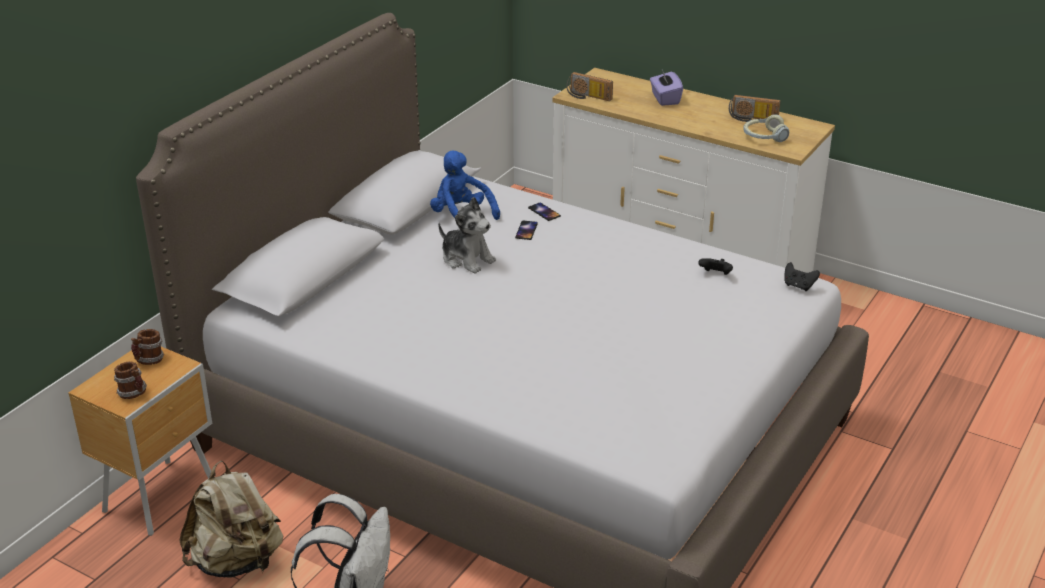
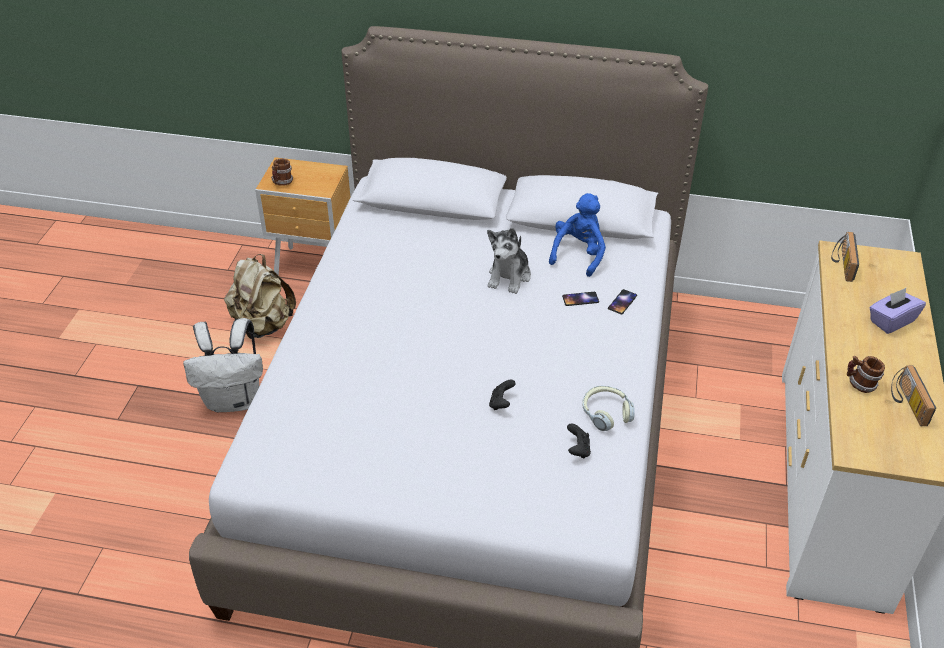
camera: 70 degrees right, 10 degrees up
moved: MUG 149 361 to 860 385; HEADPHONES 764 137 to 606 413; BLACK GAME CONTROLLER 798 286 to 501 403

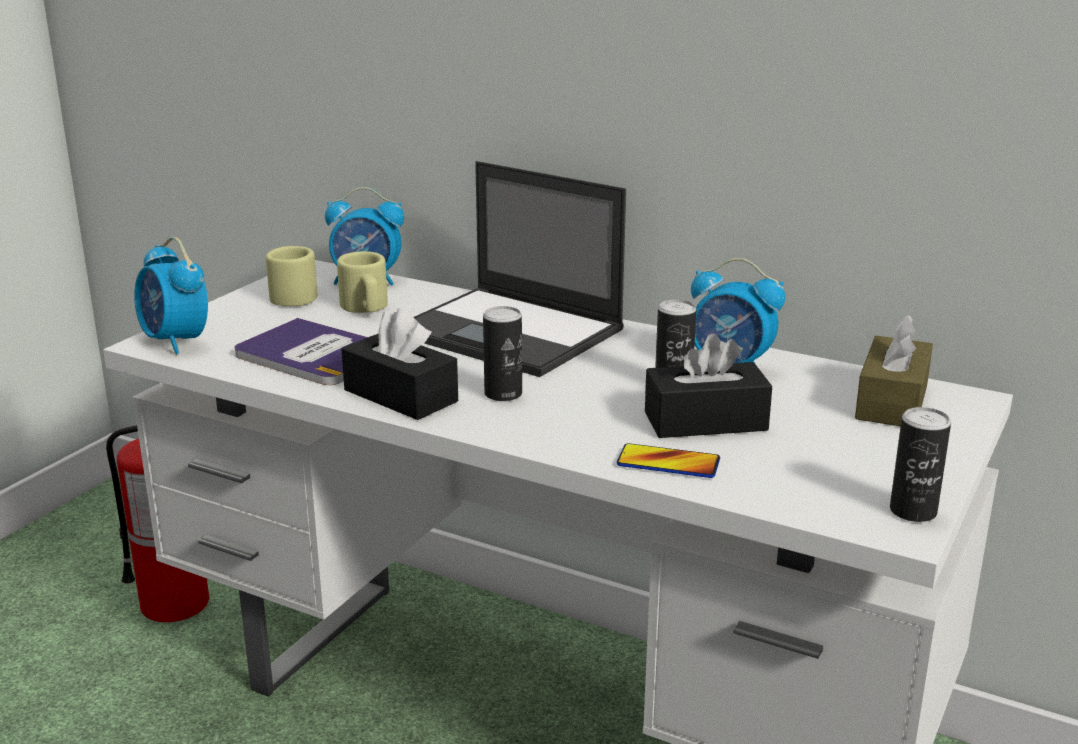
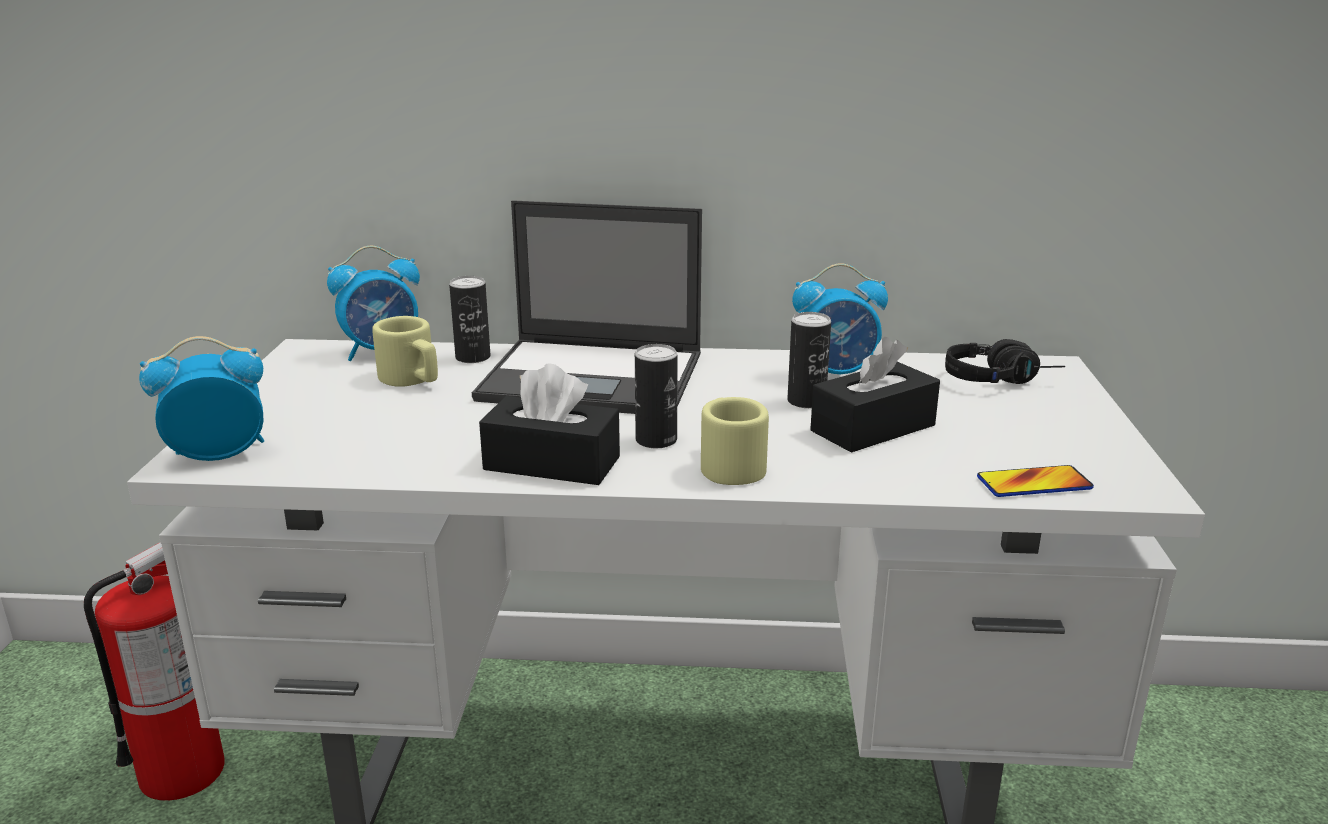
camera: 25 degrees left, 0 degrees up
removed: BOOK 314 354
moved: BEIGE MUG 298 295 to 729 465; PHONE 668 463 to 1034 483; CAN 913 511 to 473 357
replaced: BROWN TISSUE BOX 891 402 to BLACK HEADPHONES 1000 380
turned: ALARM CLOCK 175 341 = 218 455 135 degrees clockwise

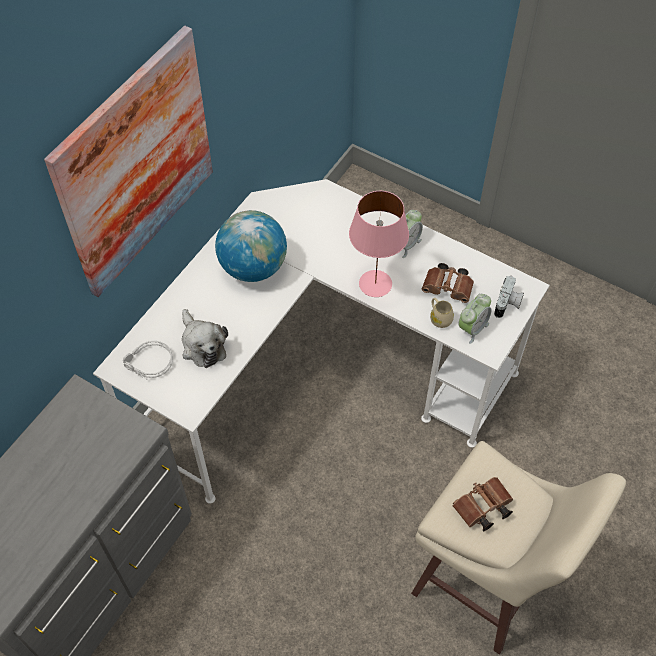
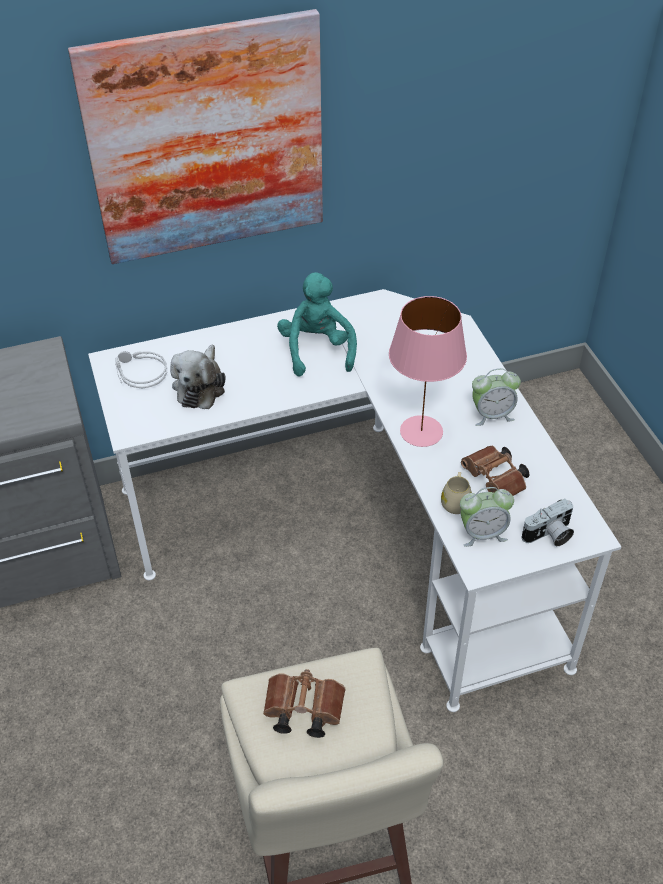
camera: 40 degrees right, 10 degrees down
replaced: GLOBE 253 267 to TURQUOISE PLUSH TOY 317 350

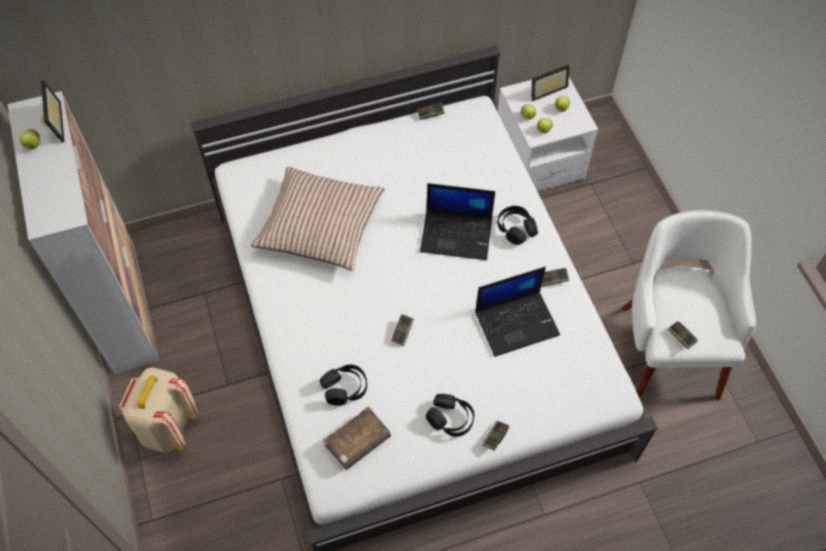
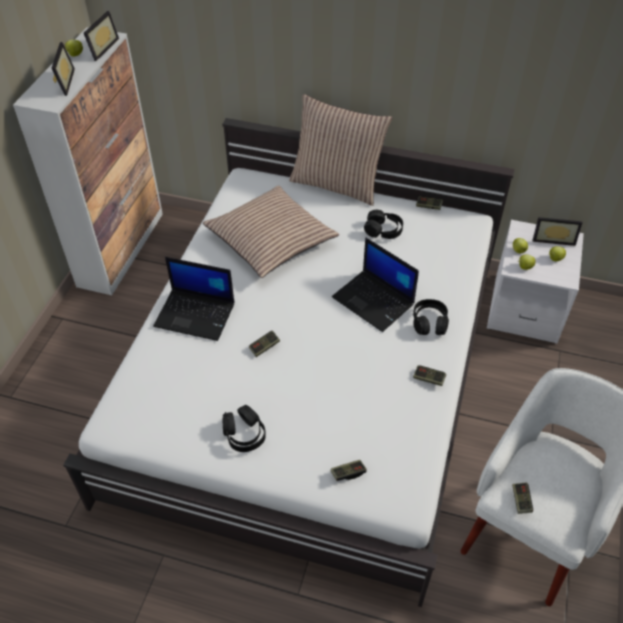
camera: 35 degrees right, 10 degrees down
removed: BEIGE BACKPACK 167 427; BROWN BOOK 358 441
added: PICTURE FRAME 62 82; PILLOW 337 184
moved: BLACK HEADPHONES 345 388 to 383 230; LAPTOP 517 322 to 196 314; GAME CONTROLLER 495 437 to 348 473

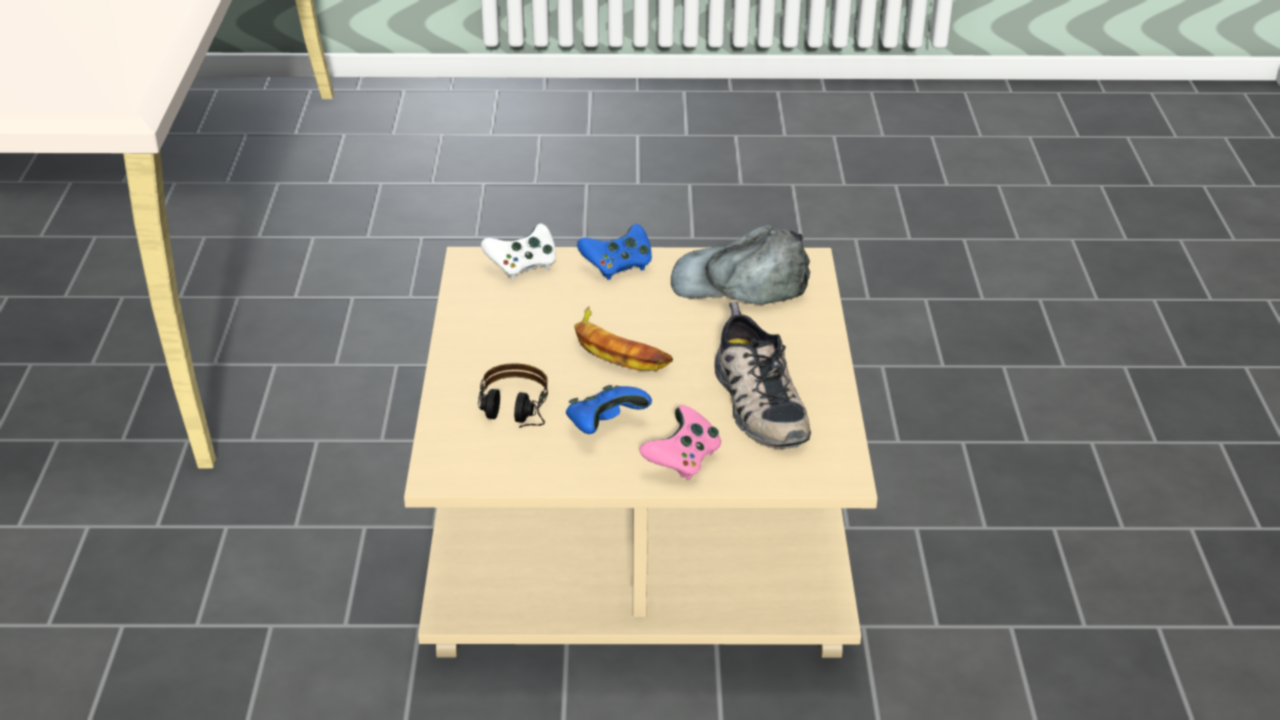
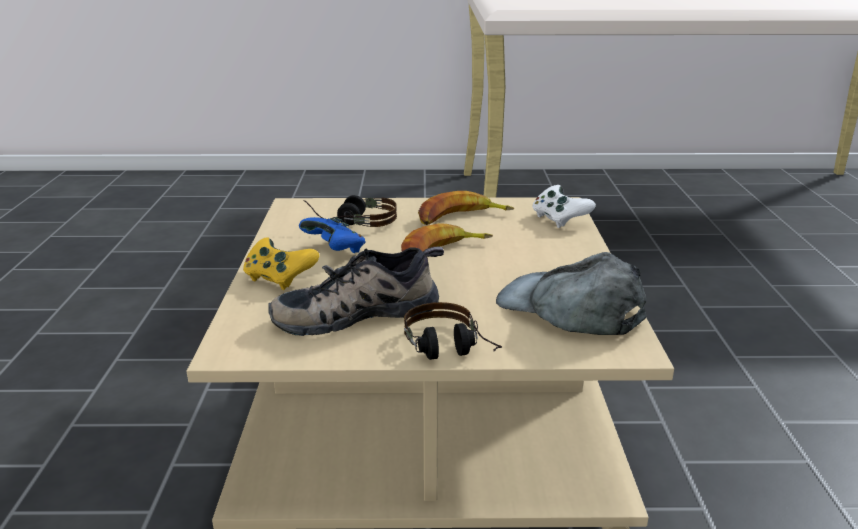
camera: 90 degrees right, 10 degrees down
removed: BLUE GAME CONTROLLER 617 267
added: HEADPHONES 451 352; BANANA 461 218
recoloured: PINK GAME CONTROLLER 682 460 to YELLOW GAME CONTROLLER 279 278
turned: GREY CAP 741 282 = 569 309 60 degrees counterclockwise

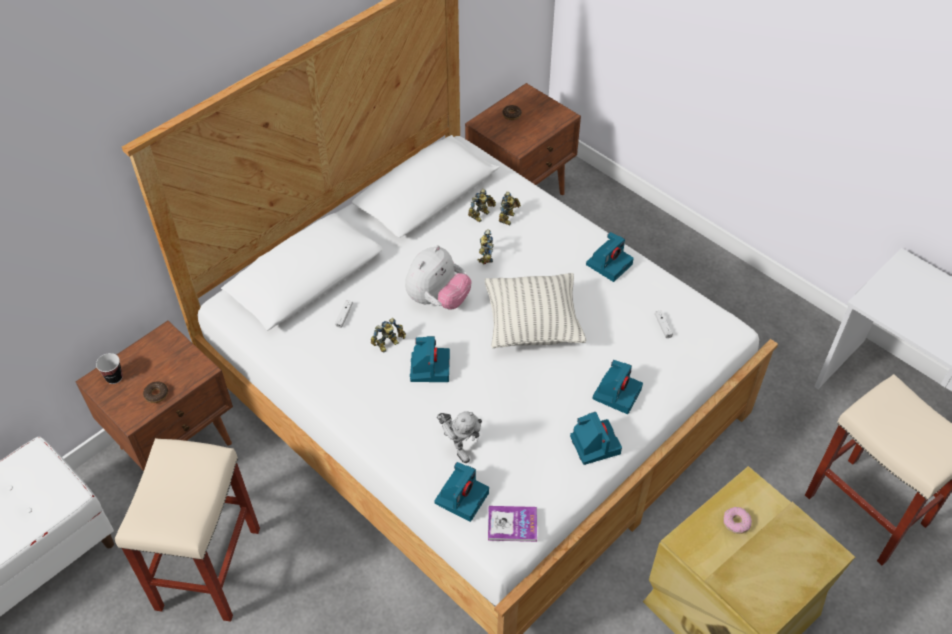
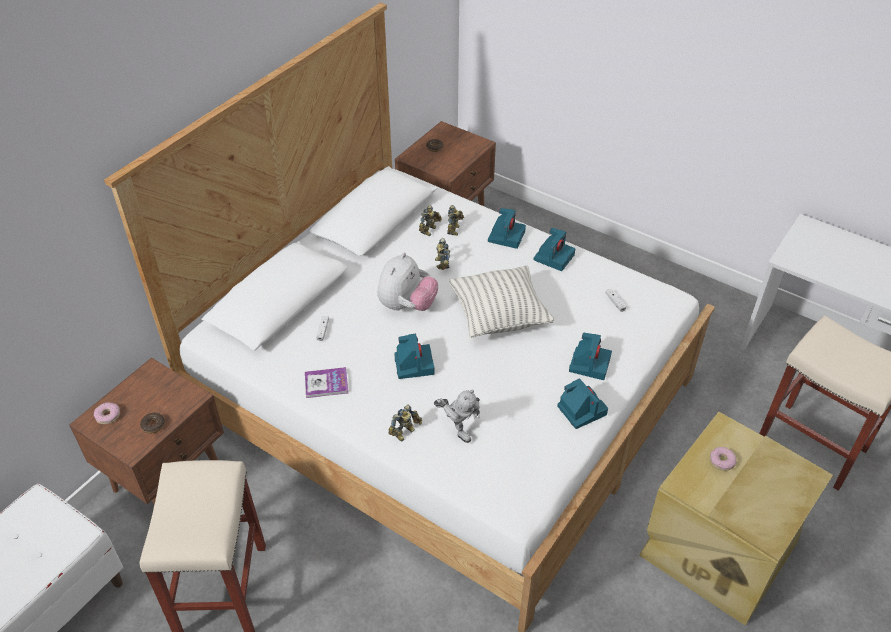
camera: 10 degrees left, 5 degrees down
moved: TOY ROBOT 389 345 to 405 433; PHOTO CAMERA 462 497 to 506 236; BOOK 512 524 to 326 383
replaced: CUP 114 377 to DONUT 108 415

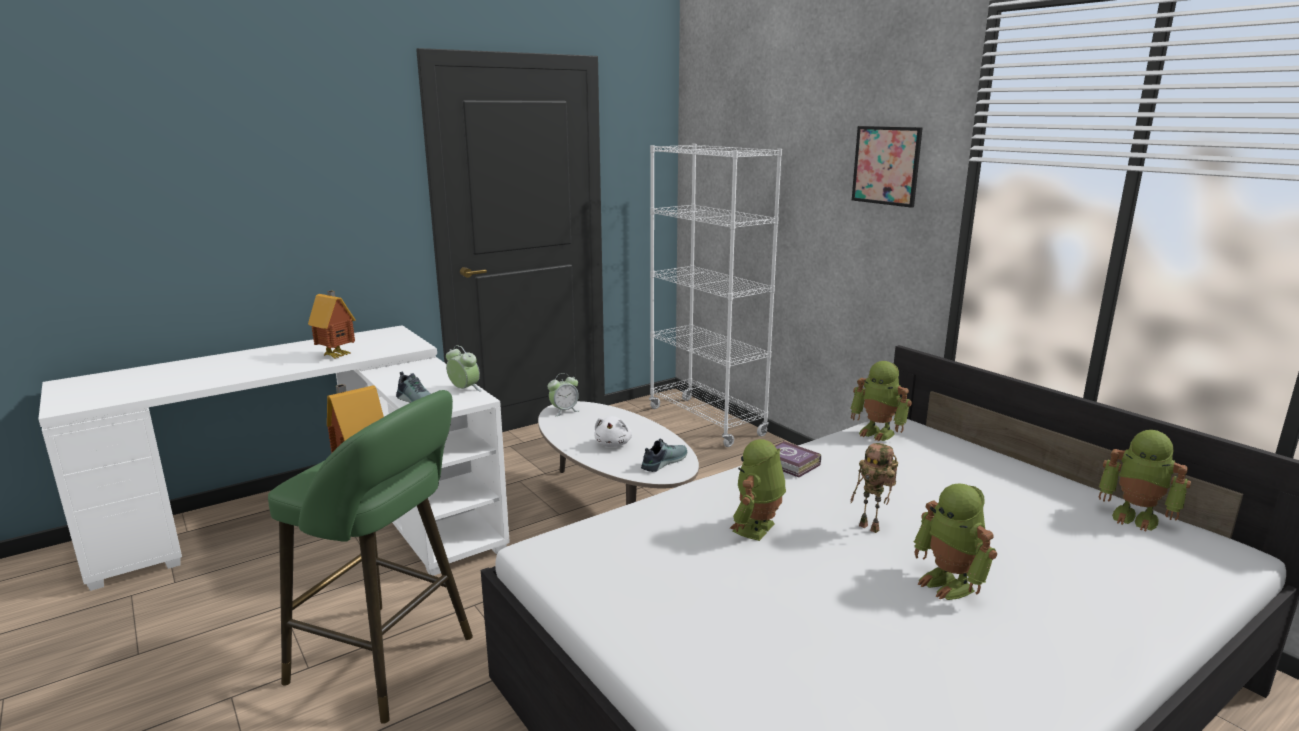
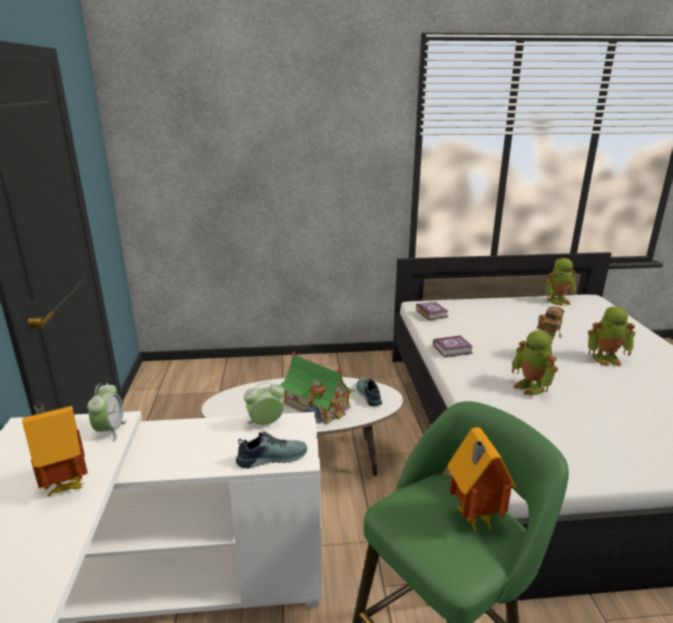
camera: 60 degrees left, 5 degrees up
removed: WHITE BOOKCASE 706 422; PICTURE 886 165
moved: ALARM CLOCK 564 411 to 110 431
replaced: WHITE PLUSH TOY 613 444 to TOY HOUSE 317 405; TOY ROBOT 878 432 to BOOK 431 313

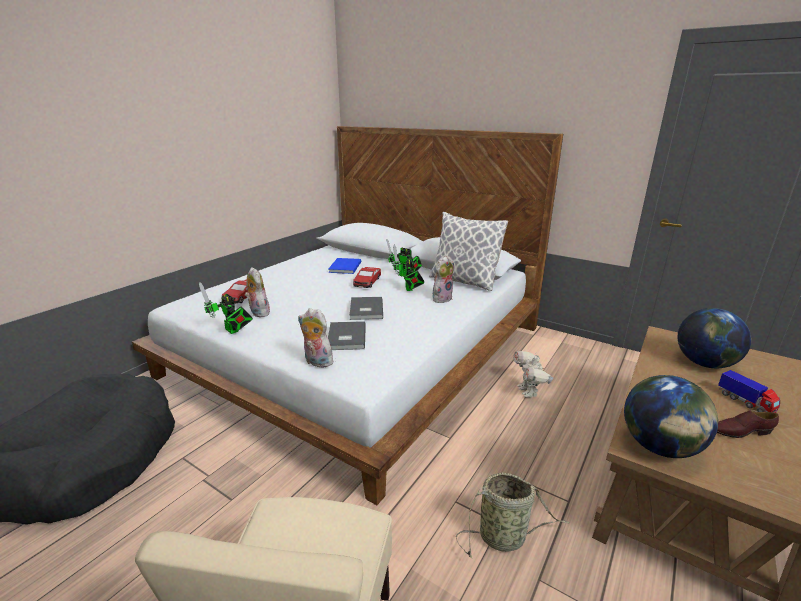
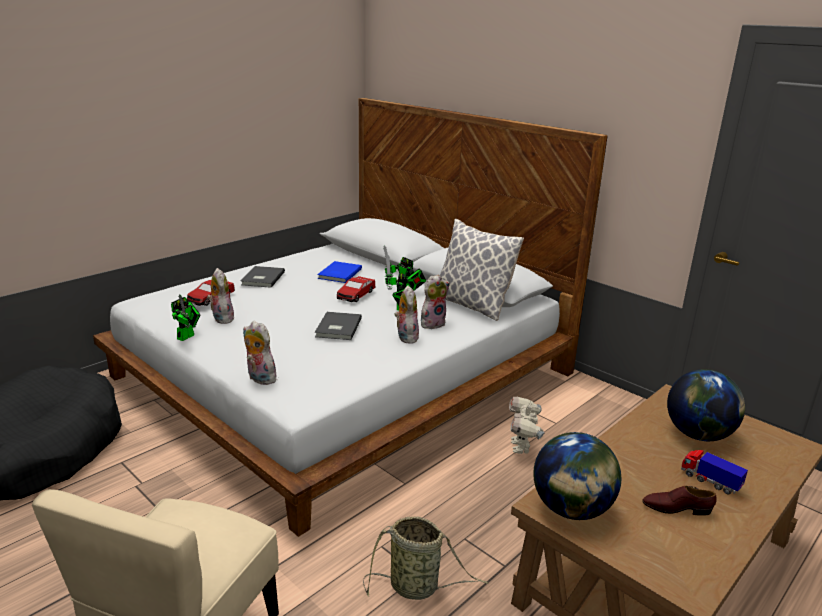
camera: 10 degrees right, 0 degrees up
added: PLUSH TOY 406 337
moved: GREY BOOK 345 337 to 261 278
turned: TOY ROBOT 232 331 = 187 336 120 degrees counterclockwise; TOY TRUCK 745 402 = 709 481 150 degrees clockwise

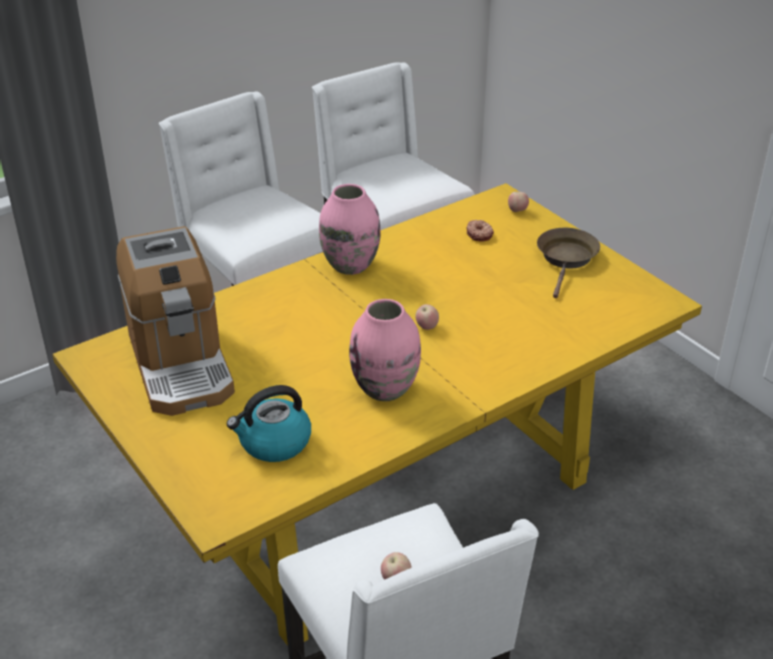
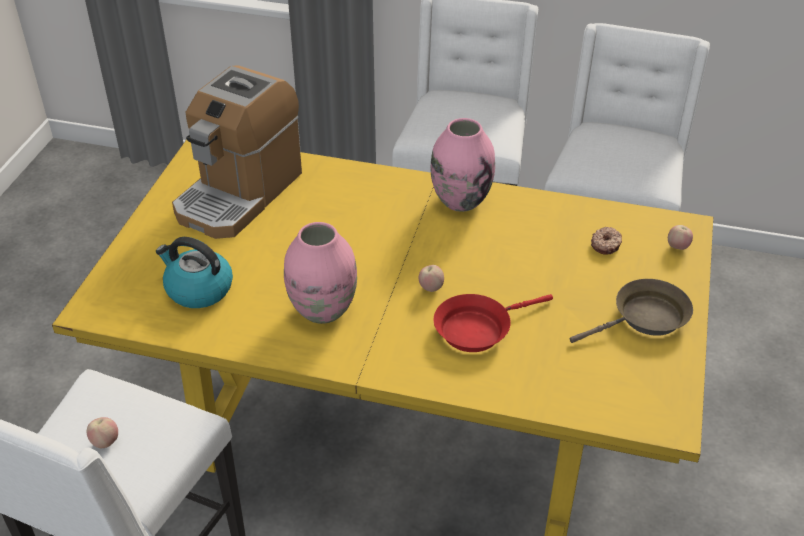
camera: 50 degrees right, 5 degrees up
added: RED FRYING PAN 477 328

